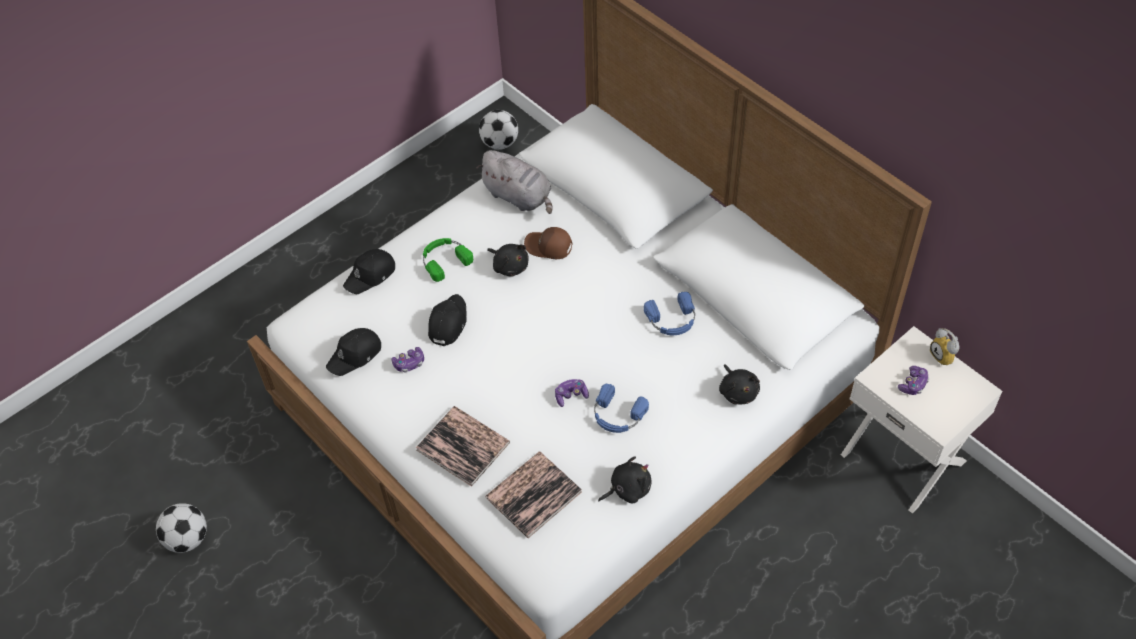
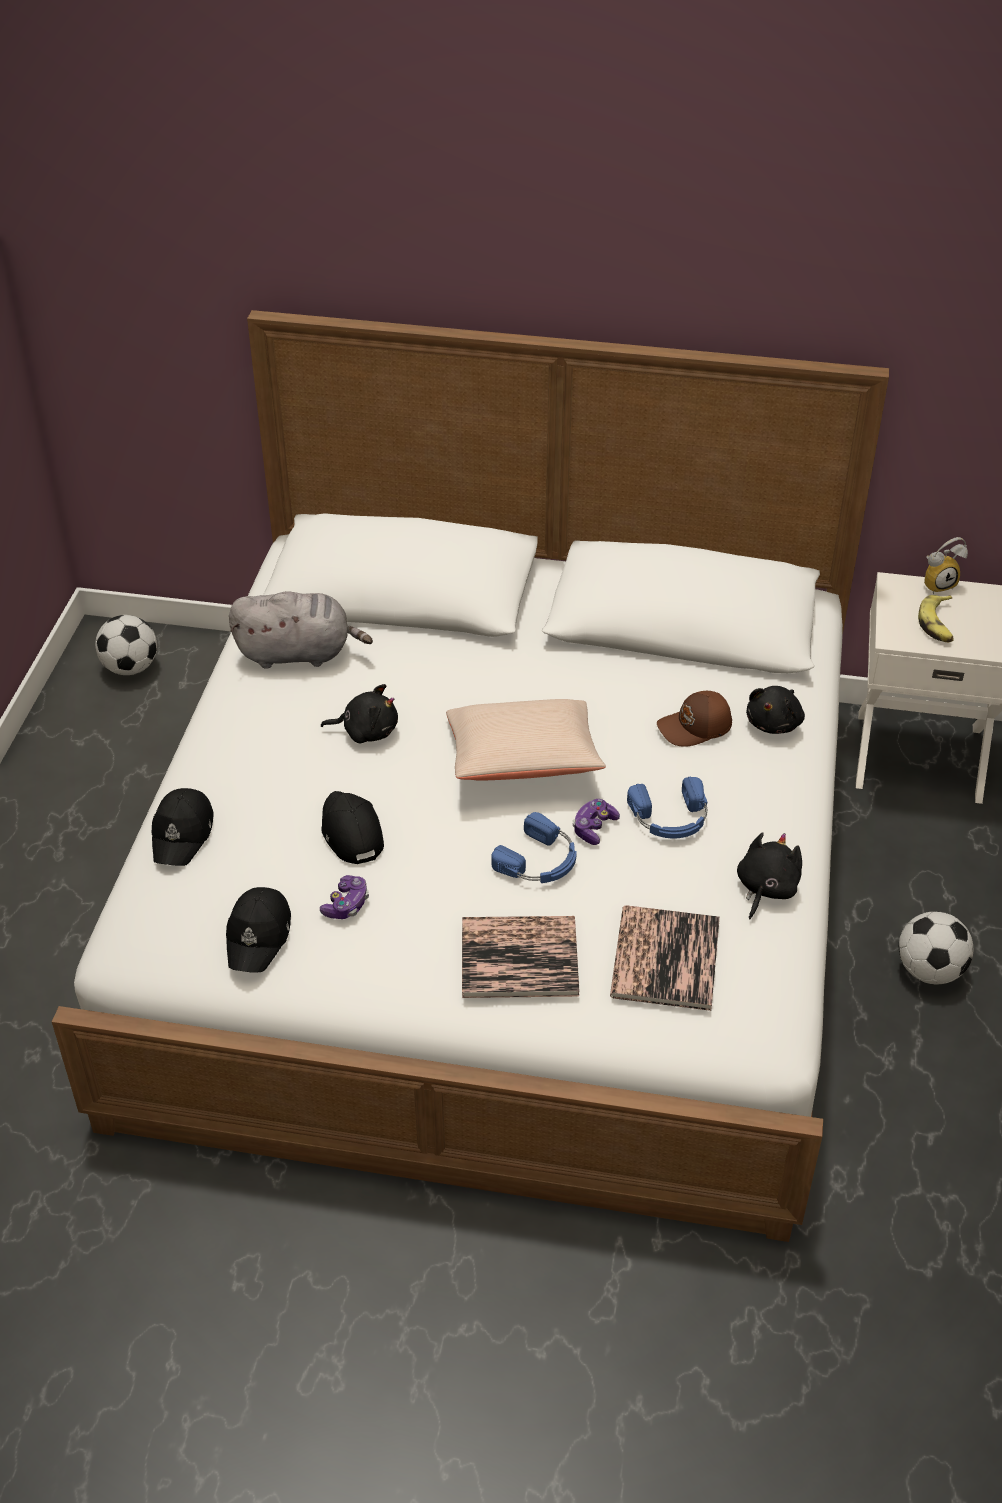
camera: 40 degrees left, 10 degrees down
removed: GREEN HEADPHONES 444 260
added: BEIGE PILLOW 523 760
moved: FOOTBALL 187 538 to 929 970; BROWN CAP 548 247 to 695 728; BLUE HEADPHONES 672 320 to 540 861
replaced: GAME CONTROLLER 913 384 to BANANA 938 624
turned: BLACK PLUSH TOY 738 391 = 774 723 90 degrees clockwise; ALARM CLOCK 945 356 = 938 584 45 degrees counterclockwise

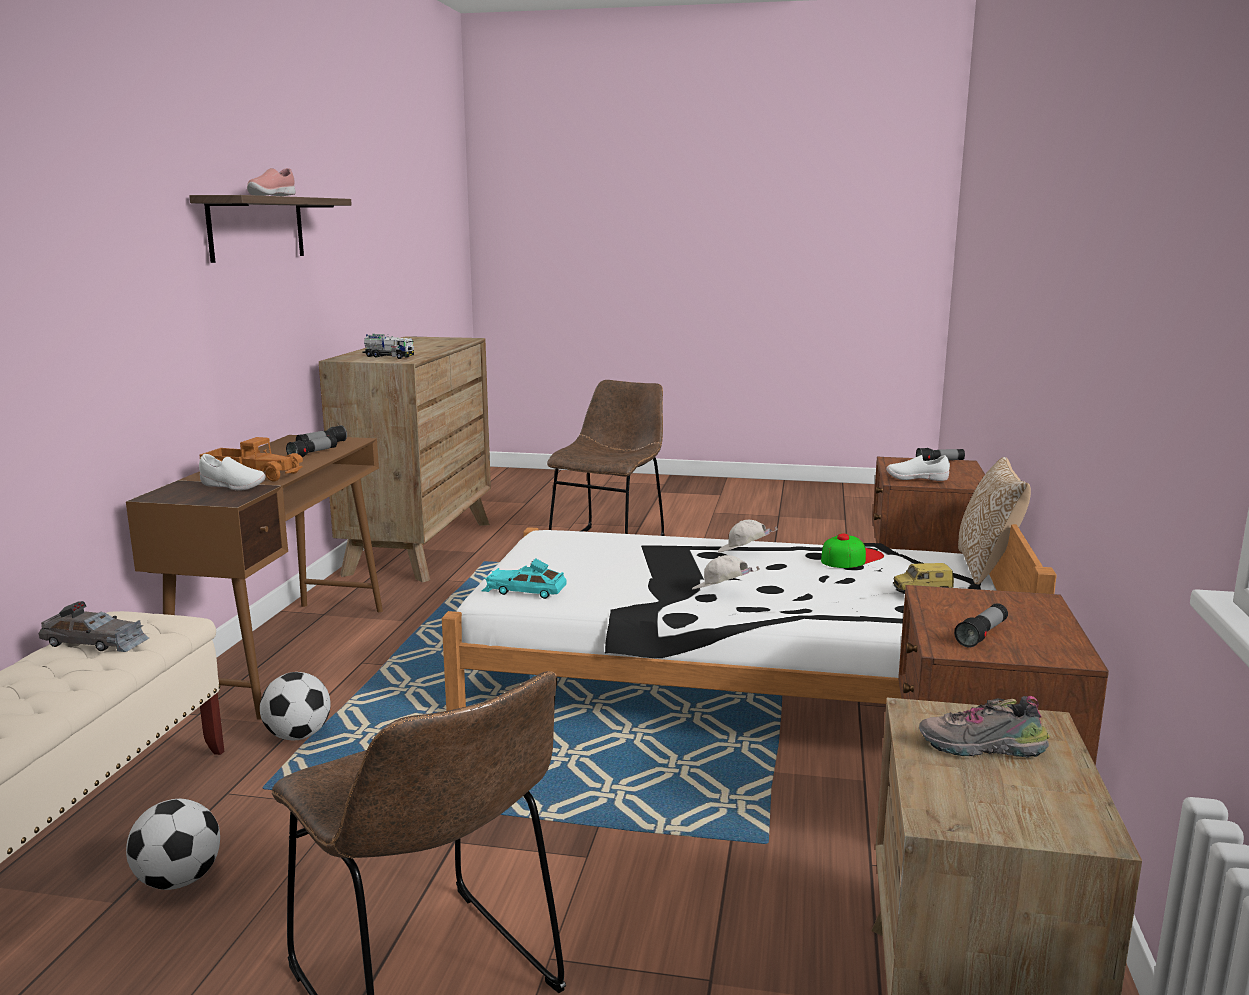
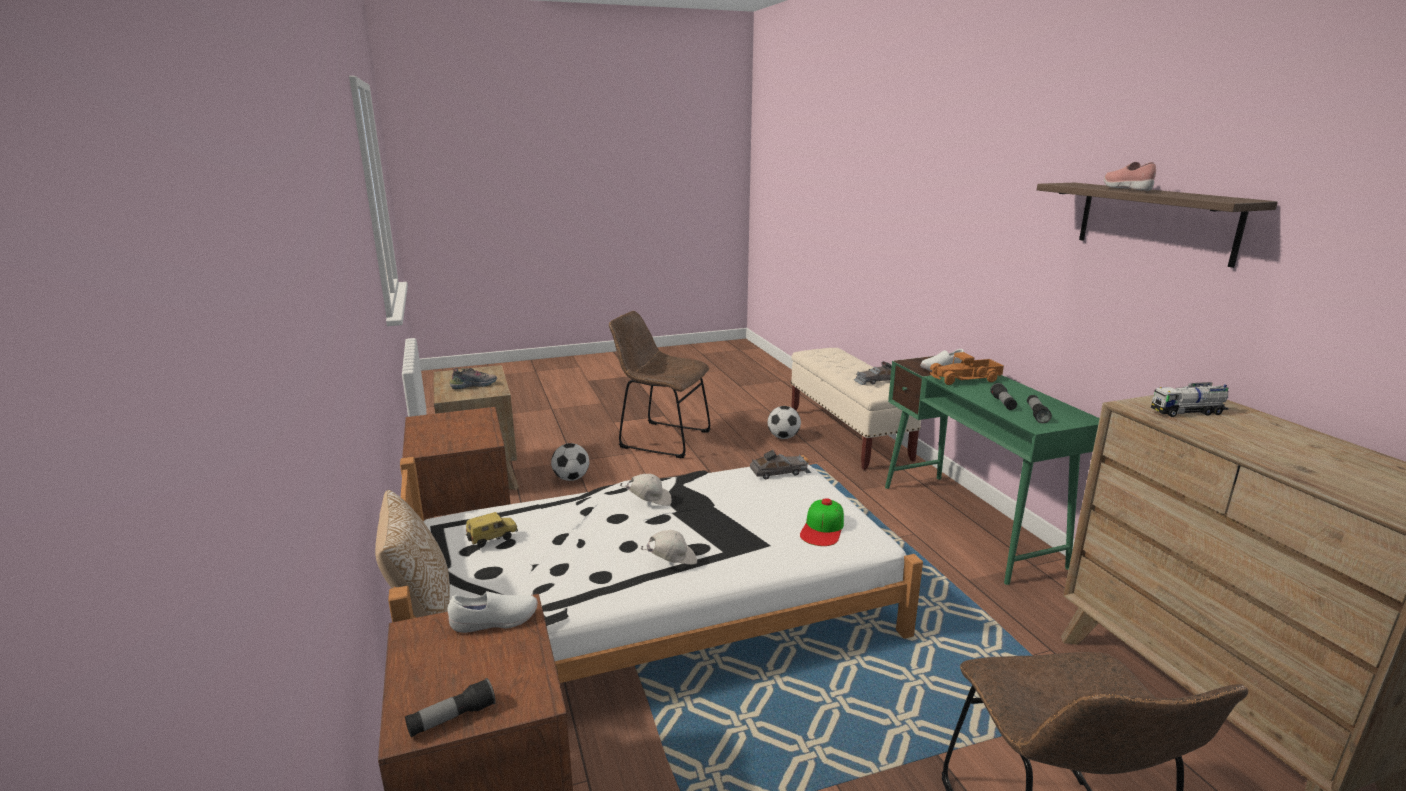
camera: 150 degrees right, 5 degrees up
removed: FLASHLIGHT 982 635
moved: FOOTBALL 298 736 to 571 478; CAP 851 558 to 823 528
recoloured: BROWN DESK 285 654 to GREEN DESK 969 524; TURQUOISE TOY CAR 524 591 to GREY TOY CAR 780 472

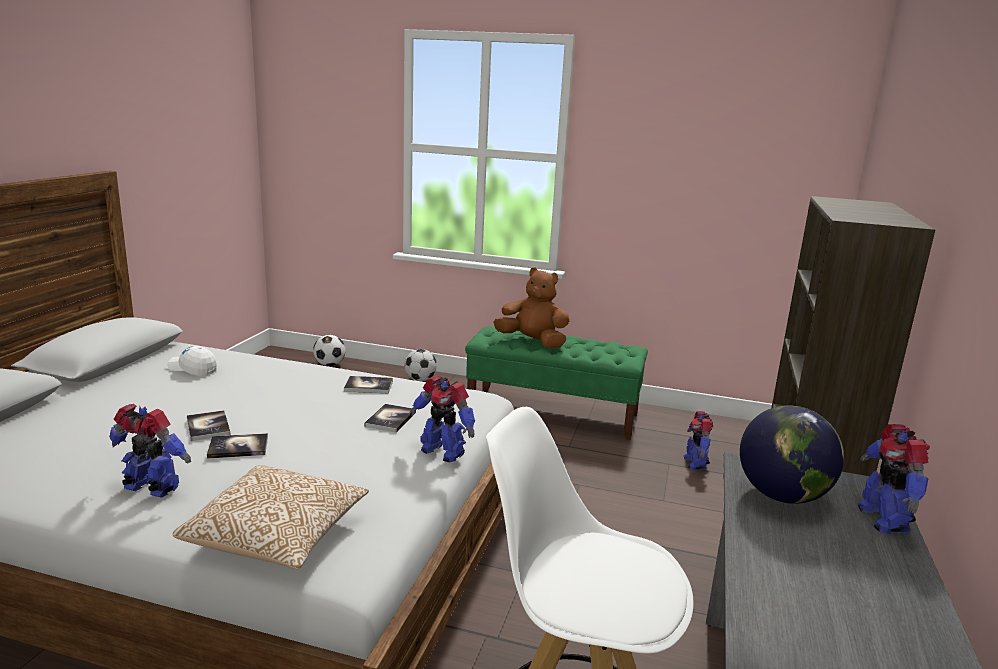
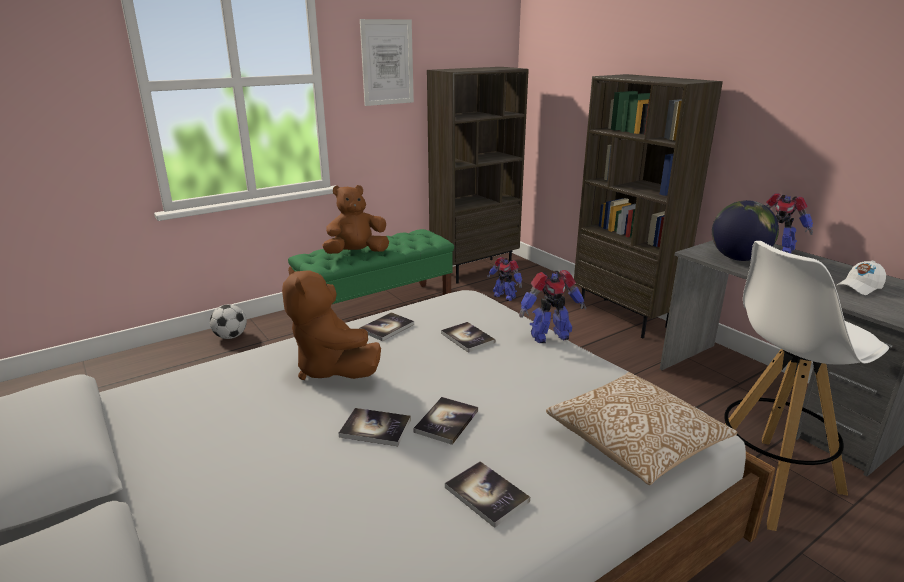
camera: 50 degrees left, 5 degrees up
removed: FOOTBALL 329 365
added: BROWN PLUSH TOY 332 369; PICTURE 387 62; BROWN BOOKCASE 475 270
moved: WHITE CAP 193 369 to 859 287
replaced: TOY ROBOT 151 489 to BOOK 486 494

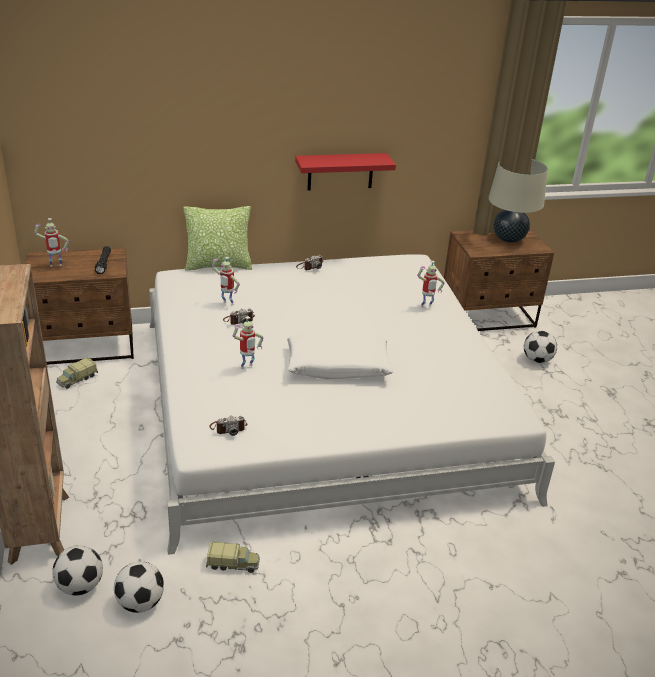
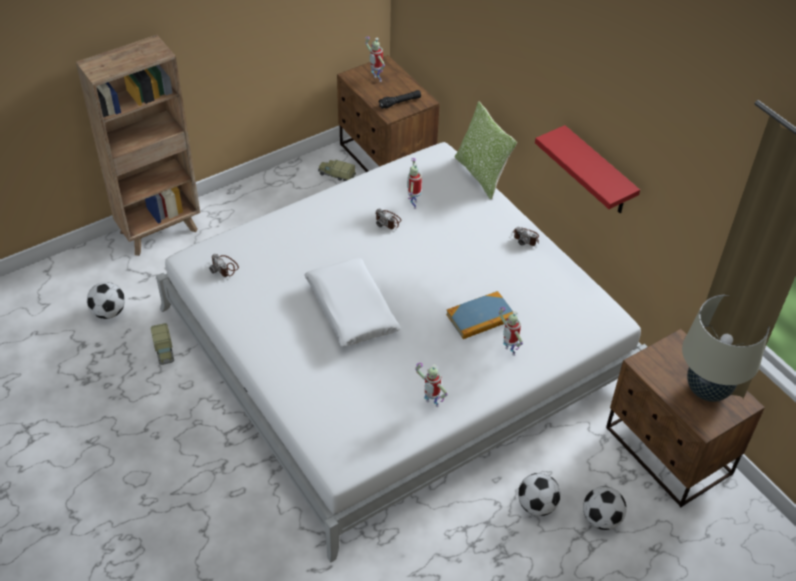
camera: 70 degrees right, 15 degrees up
added: BOOK 480 317
moved: FOOTBALL 80 586 to 536 505; TOY ROBOT 247 367 to 430 404

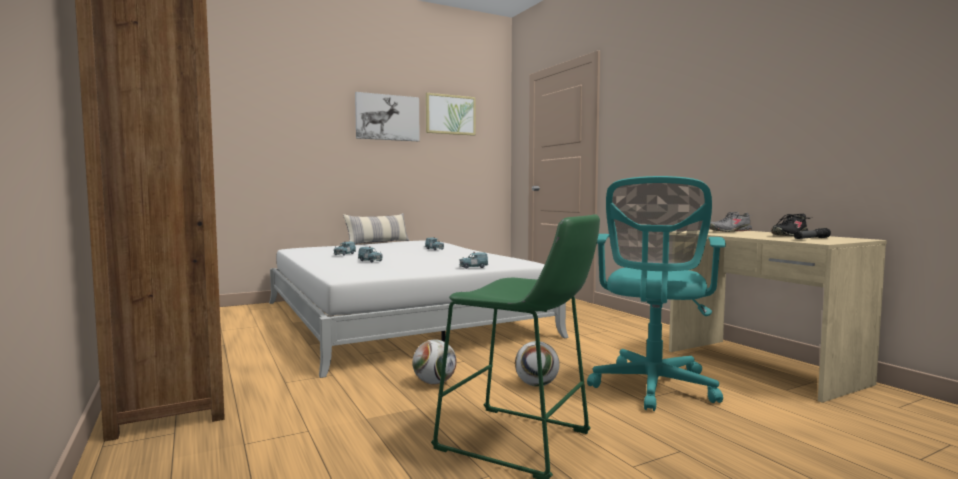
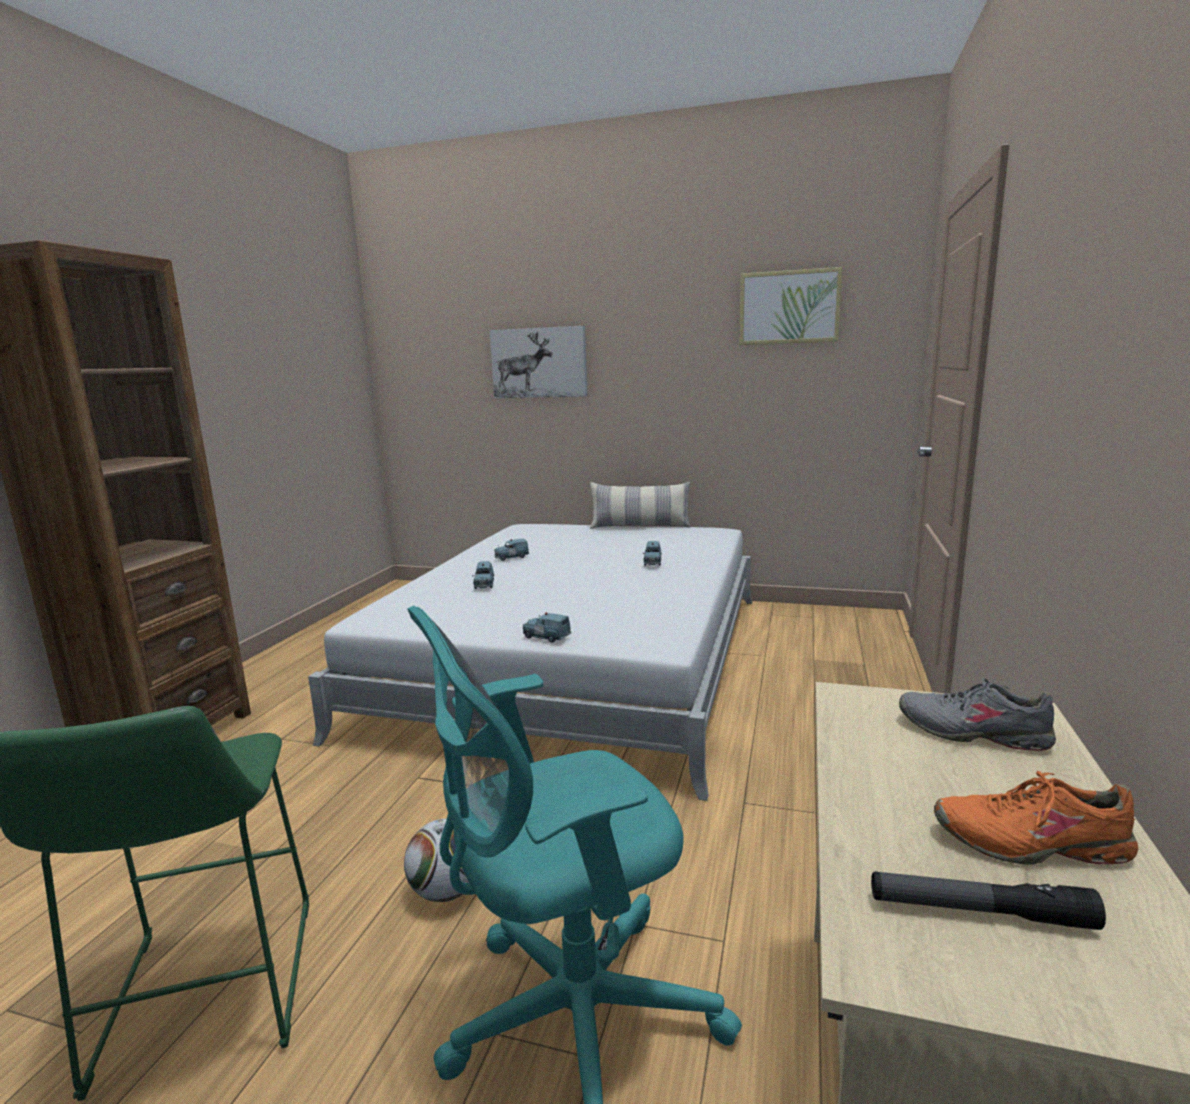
camera: 45 degrees right, 10 degrees up
removed: FOOTBALL 434 383
moved: PICTURE 387 117 to 539 363
recoloured: BLACK SHOE 789 235 to ORANGE SHOE 1030 842

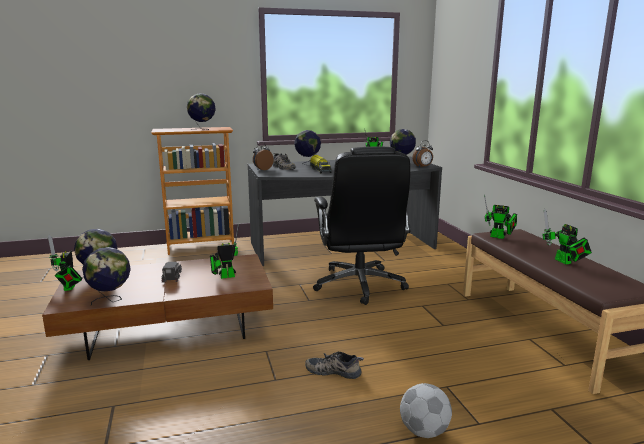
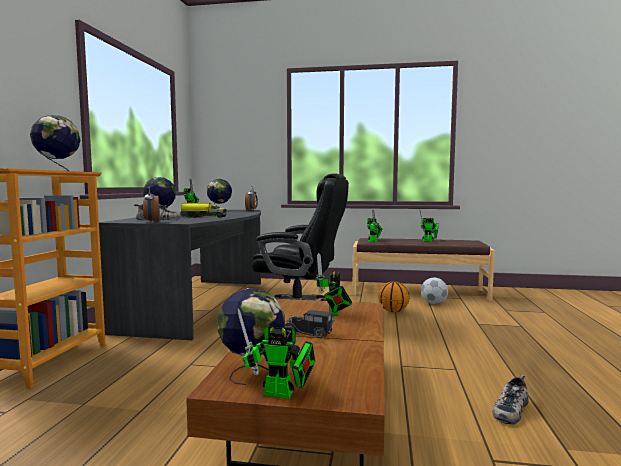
camera: 65 degrees left, 10 degrees down
removed: GLOBE 111 300
added: BASKETBALL 393 311
moved: SHOE 334 370 to 510 409; FOOTBALL 424 431 to 434 303

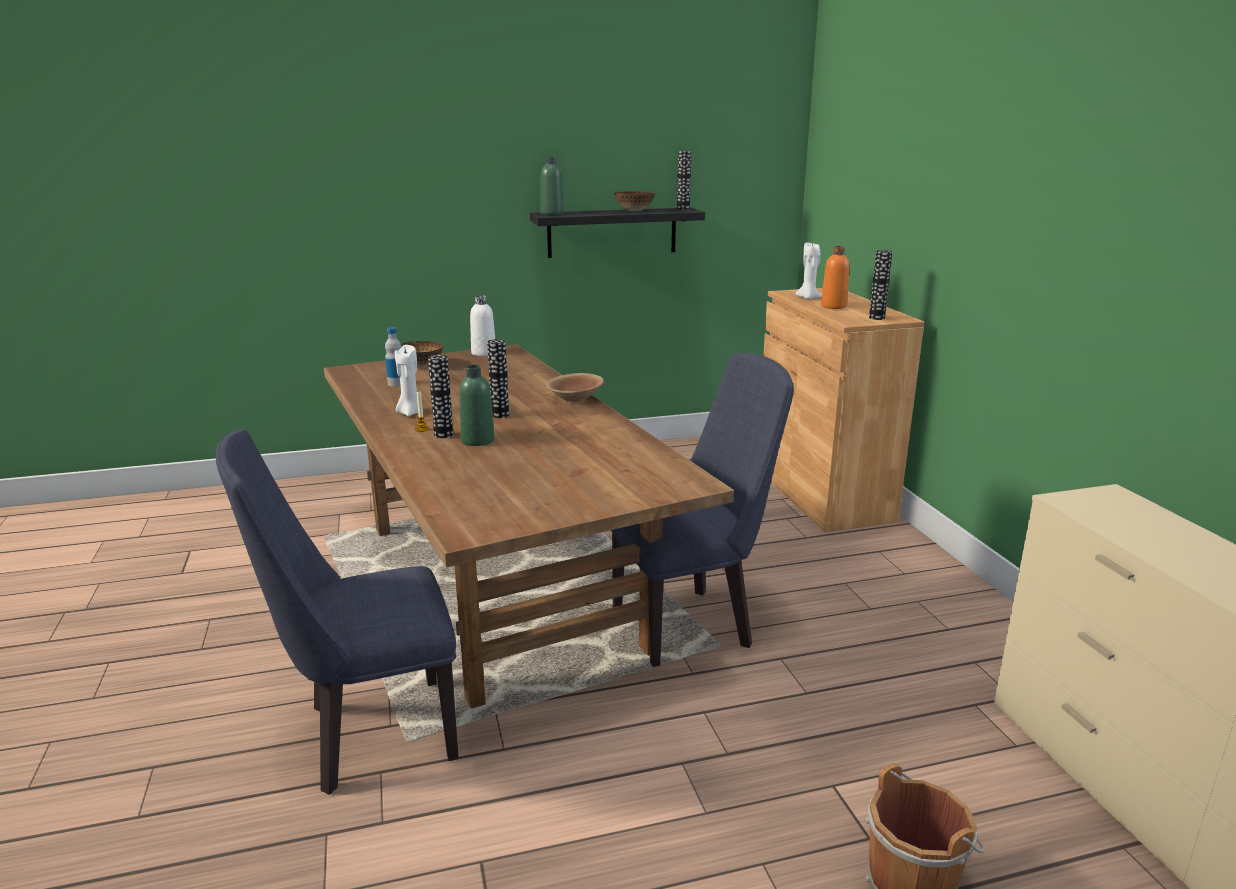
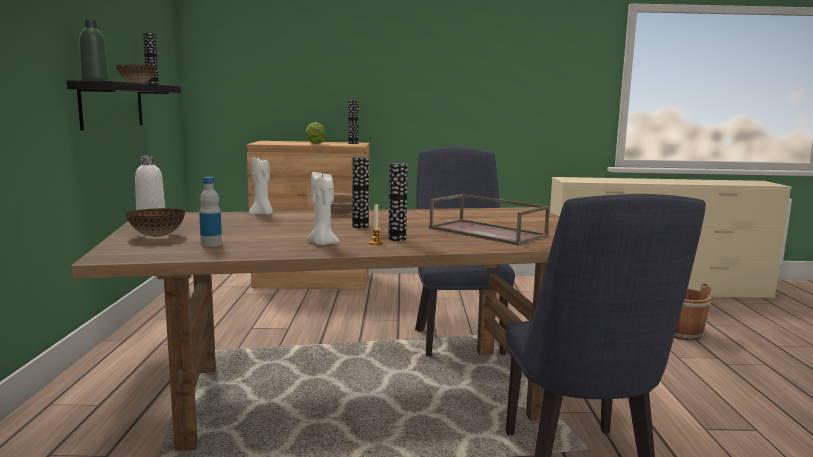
camera: 75 degrees left, 10 degrees down
removed: GREEN BOTTLE 477 440
added: BROWN TRAY 489 232
moved: WHITE CANDLE 808 298 to 262 214
replaced: ORANGE BOTTLE 833 306 to LETTUCE 313 143

